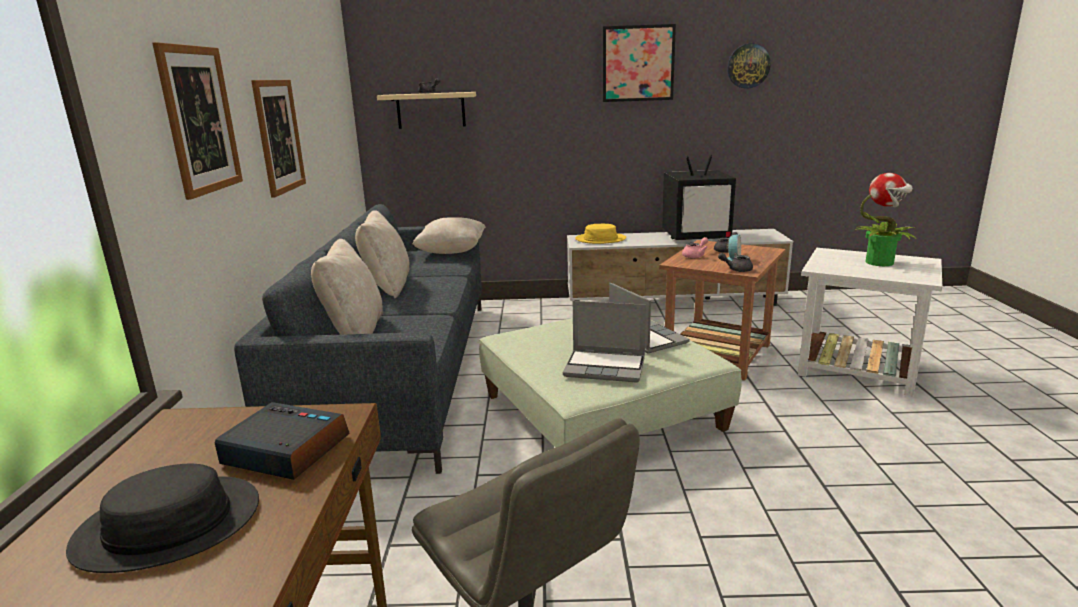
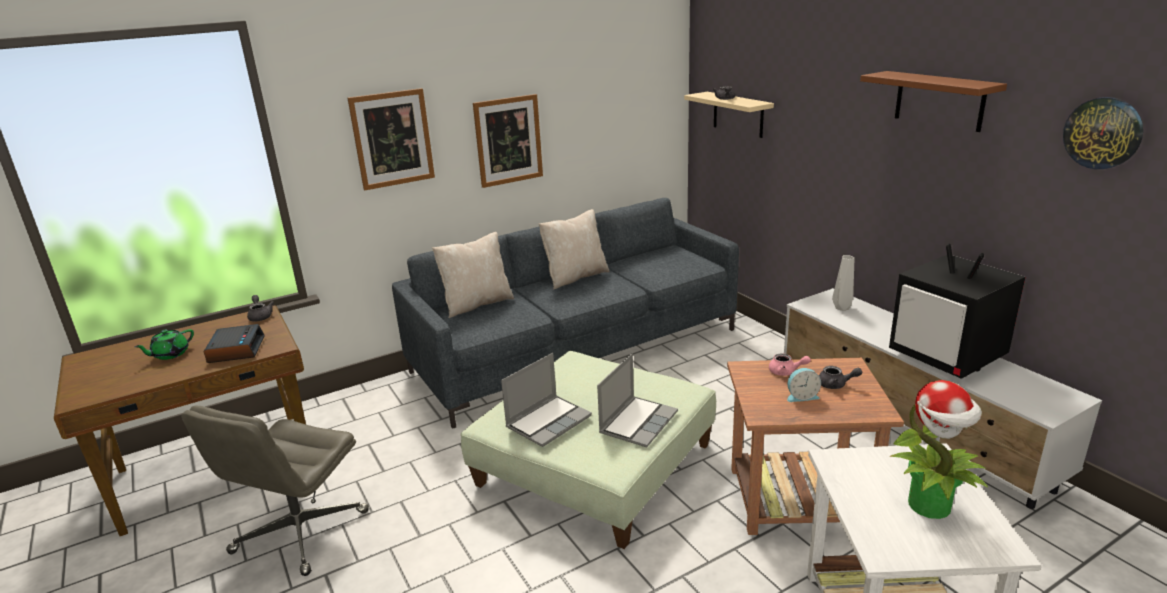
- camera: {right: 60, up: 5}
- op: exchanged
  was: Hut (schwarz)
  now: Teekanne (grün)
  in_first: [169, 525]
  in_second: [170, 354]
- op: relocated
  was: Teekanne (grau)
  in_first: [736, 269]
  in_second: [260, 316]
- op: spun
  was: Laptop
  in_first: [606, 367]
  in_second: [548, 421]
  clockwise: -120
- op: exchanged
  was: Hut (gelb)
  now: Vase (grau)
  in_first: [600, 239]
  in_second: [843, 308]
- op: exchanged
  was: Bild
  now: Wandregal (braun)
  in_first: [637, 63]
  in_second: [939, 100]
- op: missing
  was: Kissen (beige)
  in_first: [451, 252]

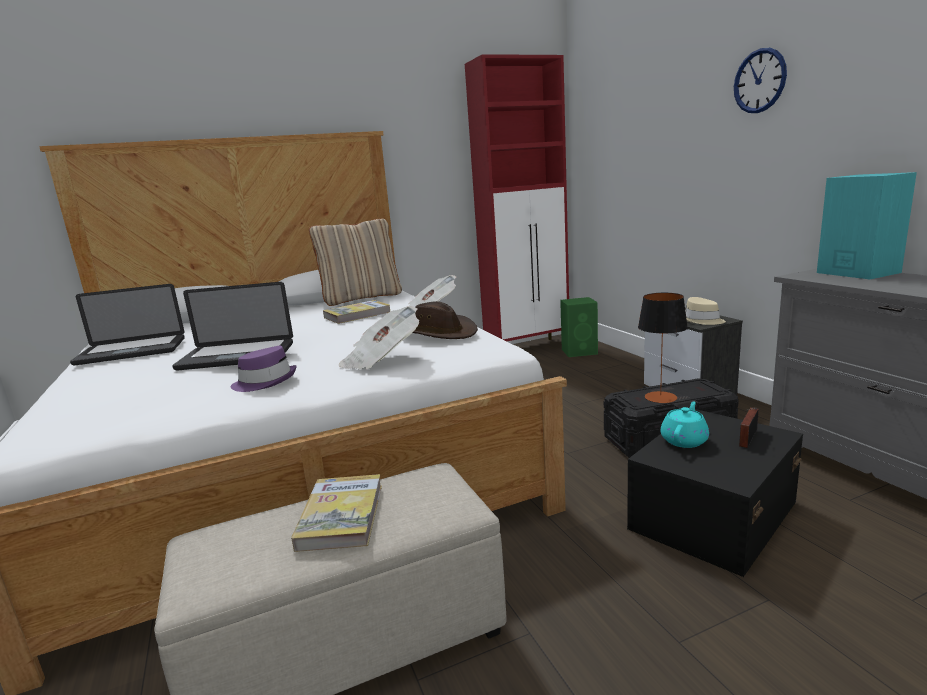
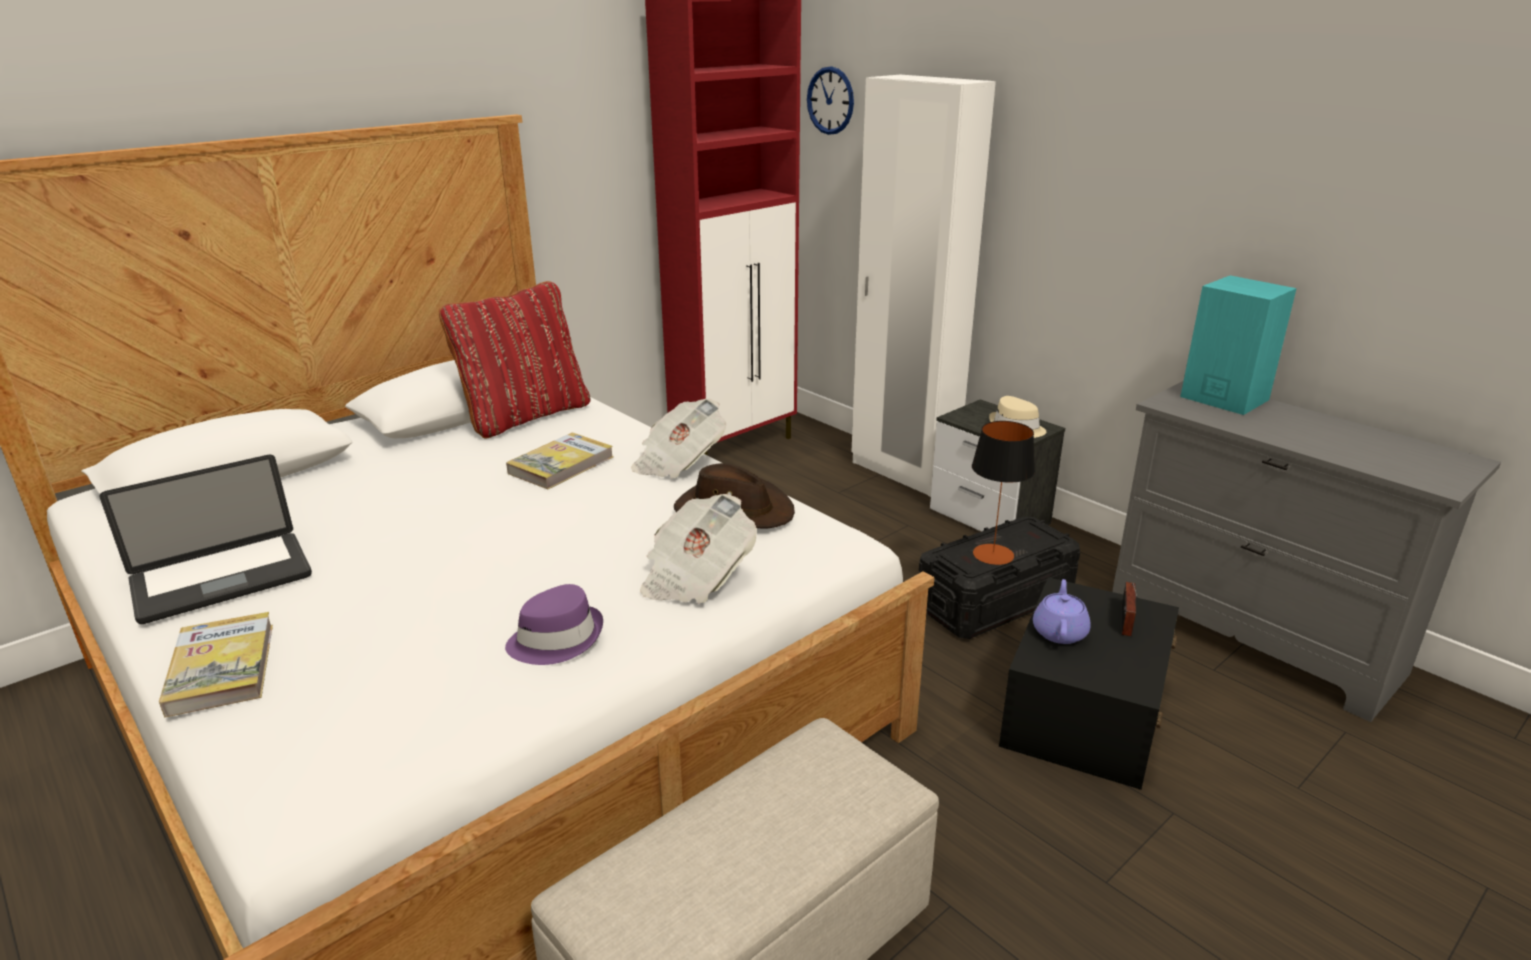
- camera: {right: -20, up: 10}
- op: relocated
  was: Buch
  in_first: [341, 516]
  in_second: [221, 668]
- op: colour
  was: Kissen (beige)
  now: Kissen (rot)
  in_first: [361, 298]
  in_second: [525, 416]
- op: relocated
  was: Wanduhr
  in_first: [759, 81]
  in_second: [830, 100]
- op: appeared
  now: Kleiderschrank (weiß)
  in_second: [902, 473]
- op: colour
  was: Teekanne (türkis)
  now: Teekanne (lila)
  in_first: [684, 440]
  in_second: [1059, 631]
- op: missing
  was: Laptop
  in_first: [237, 356]
- op: missing
  was: Lautsprecher (grün)
  in_first: [580, 351]

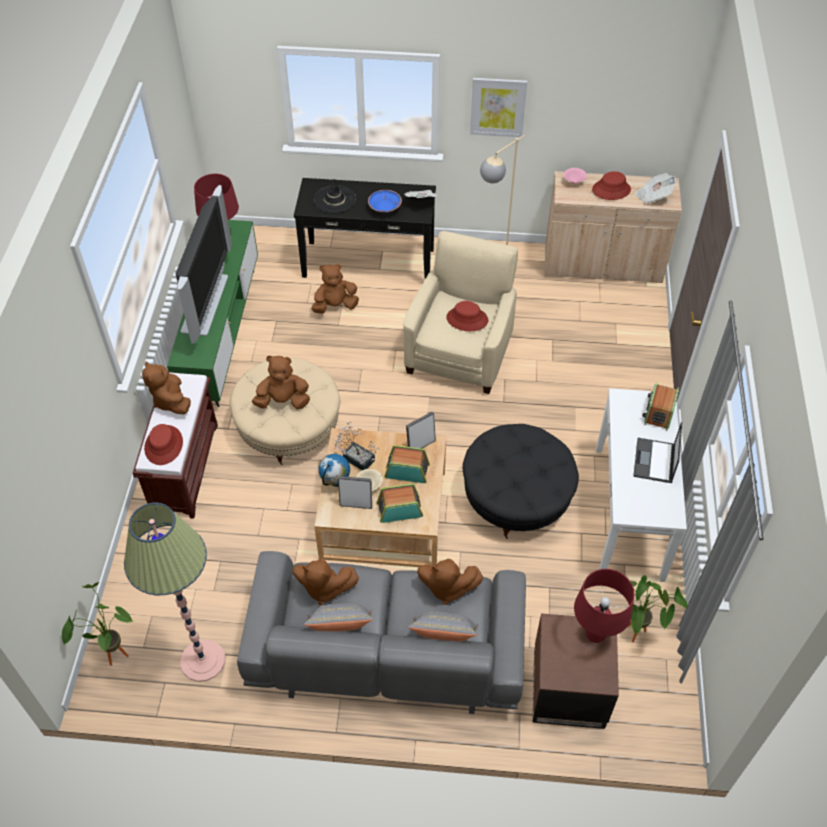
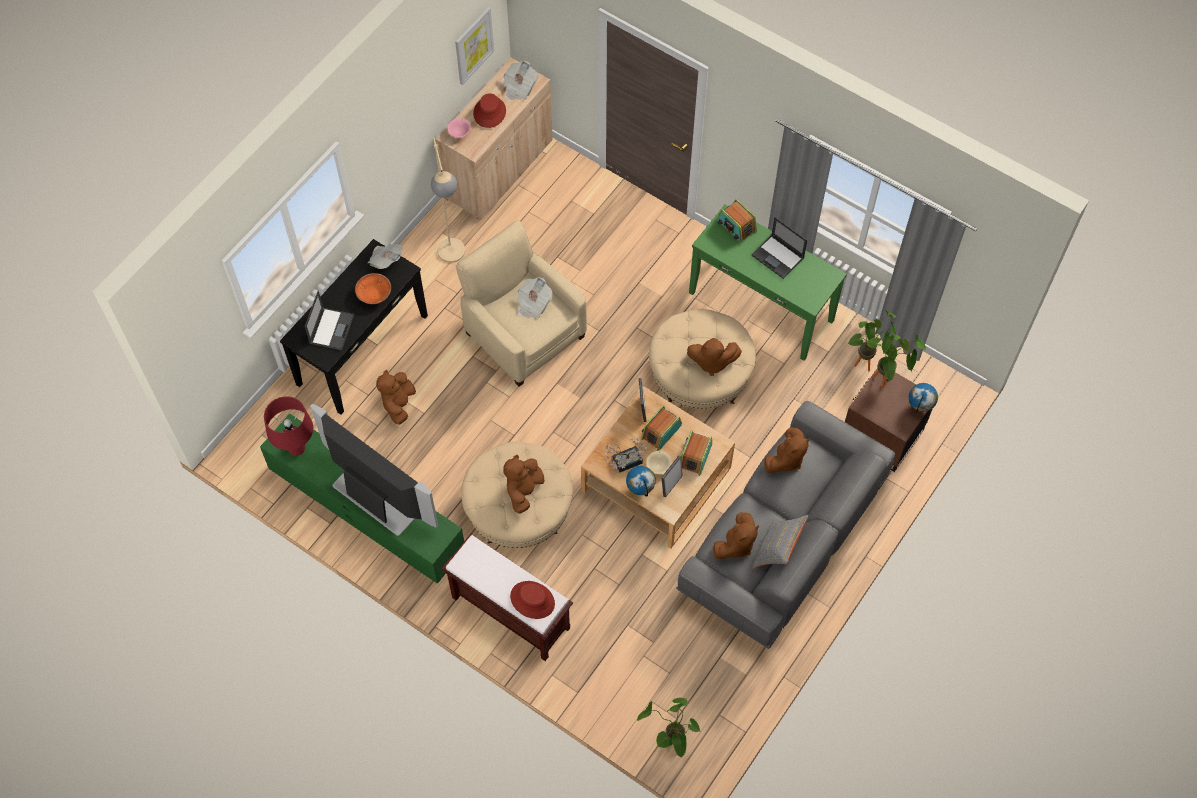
- camera: {right: -60, up: 10}
- op: exchanged
  was: Hut (schwarz)
  now: Laptop
  in_first: [334, 199]
  in_second: [331, 328]
- op: colour
  was: Schüssel (blau)
  now: Schüssel (orange)
  in_first: [385, 208]
  in_second: [374, 294]
- op: relocated
  was: Bild
  in_first: [498, 107]
  in_second: [473, 45]
- op: exchanged
  was: Hut (rot)
  now: Zeitung
  in_first: [467, 319]
  in_second: [533, 304]
- op: colour
  was: Polsterhocker (schwarz)
  now: Polsterhocker (beige)
  in_first: [516, 497]
  in_second: [700, 375]
- op: relocated
  was: Plüschtier (braun)
  in_first: [171, 401]
  in_second: [711, 362]
- op: colour
  was: Konsolentisch (weiß)
  now: Konsolentisch (grün)
  in_first: [629, 512]
  in_second: [761, 306]
- op: exchanged
  was: Tischlampe (rot)
  now: Topfpflanze
  in_first: [595, 635]
  in_second: [885, 384]
- op: appeared
  now: Globus
  in_second: [919, 407]
- op: missing
  was: Stehlampe
  in_first: [203, 660]
- op: missing
  was: Kissen (grau)
  in_first: [443, 637]

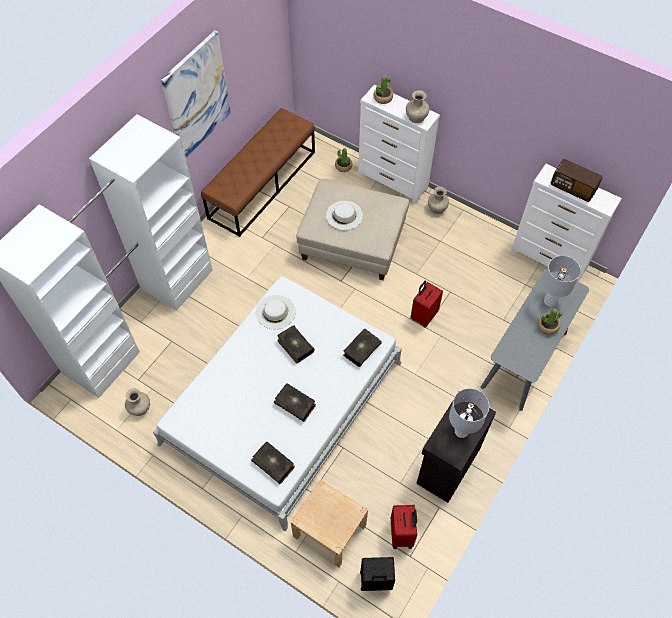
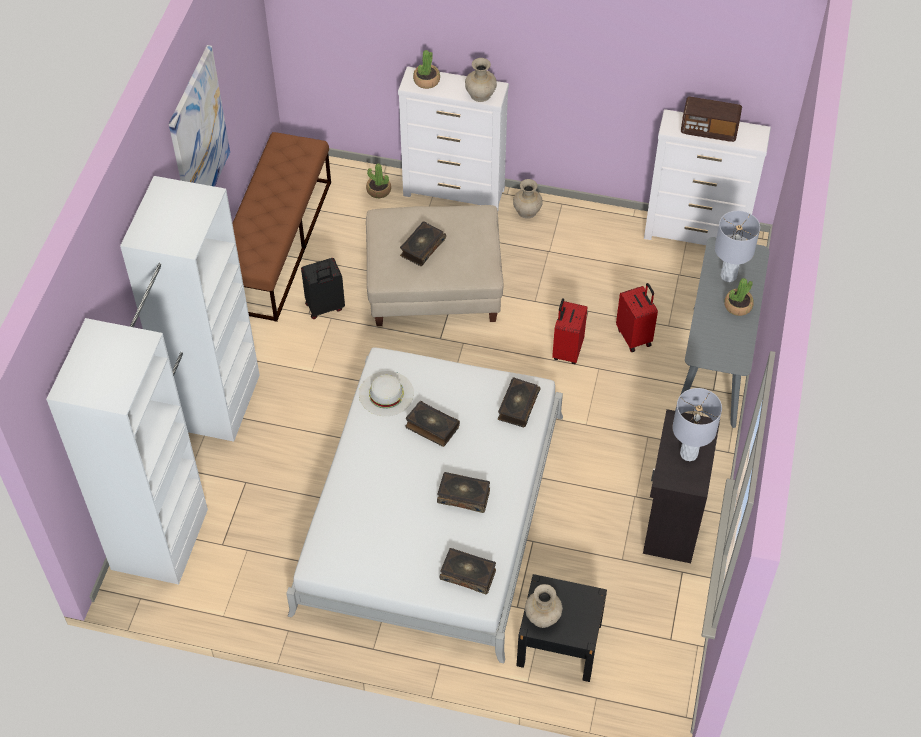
- camera: {right: -20, up: -5}
- op: relocated
  was: Koffer (schwarz)
  in_first: [375, 581]
  in_second: [325, 307]
- op: exchanged
  was: Hut (weiß)
  now: Buch
  in_first: [344, 215]
  in_second: [422, 248]
- op: colour
  was: Nachttisch (beige)
  now: Nachttisch (schwarz)
  in_first: [329, 530]
  in_second: [559, 643]
- op: relocated
  was: Vase (beige)
  in_first: [139, 408]
  in_second: [542, 617]
- op: relocated
  was: Koffer (rot)
  in_first: [402, 534]
  in_second: [634, 337]

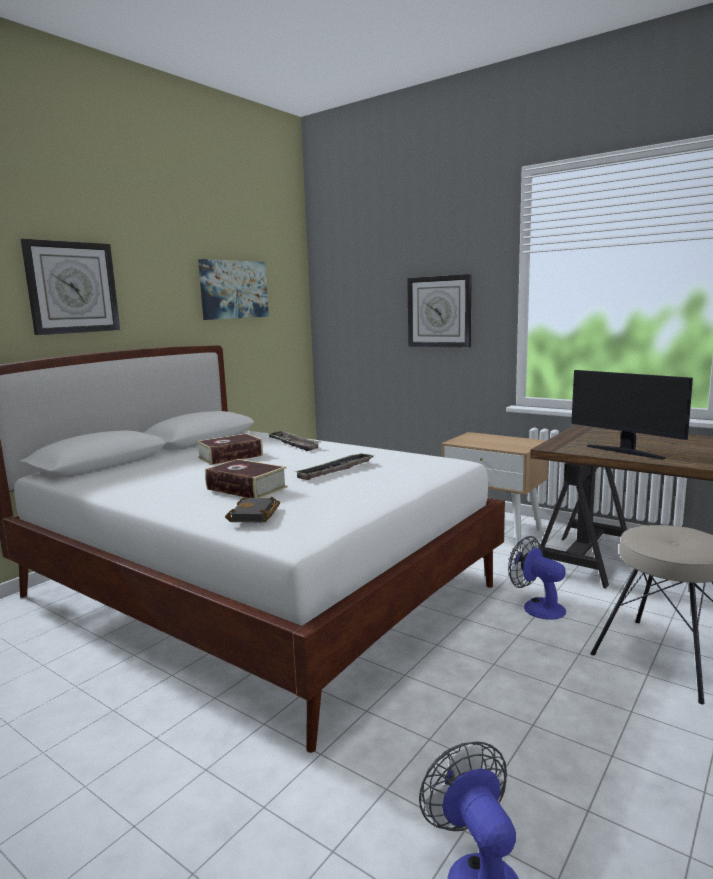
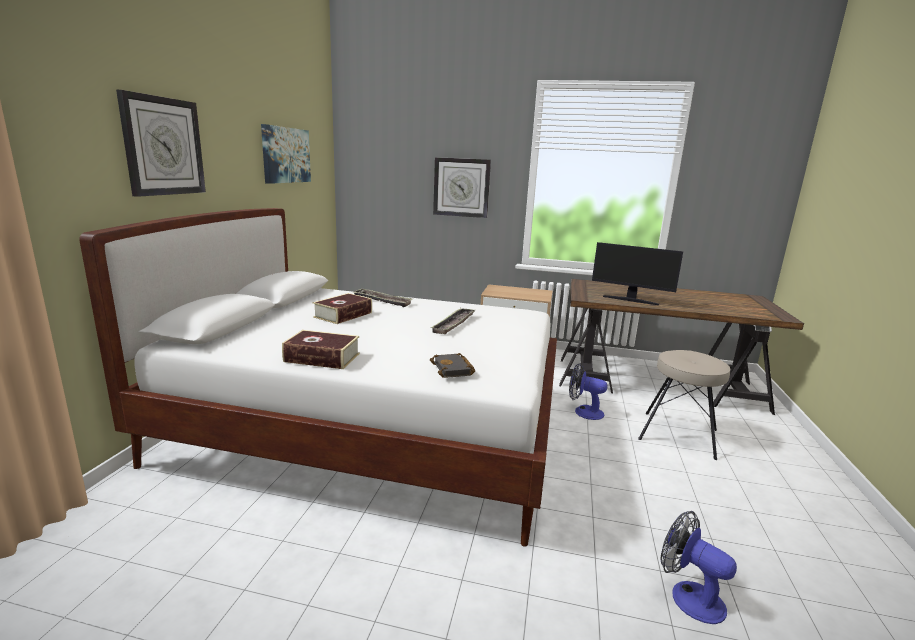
- camera: {right: -25, up: 5}
- op: relocated
  was: Buch
  in_first: [247, 488]
  in_second: [322, 358]

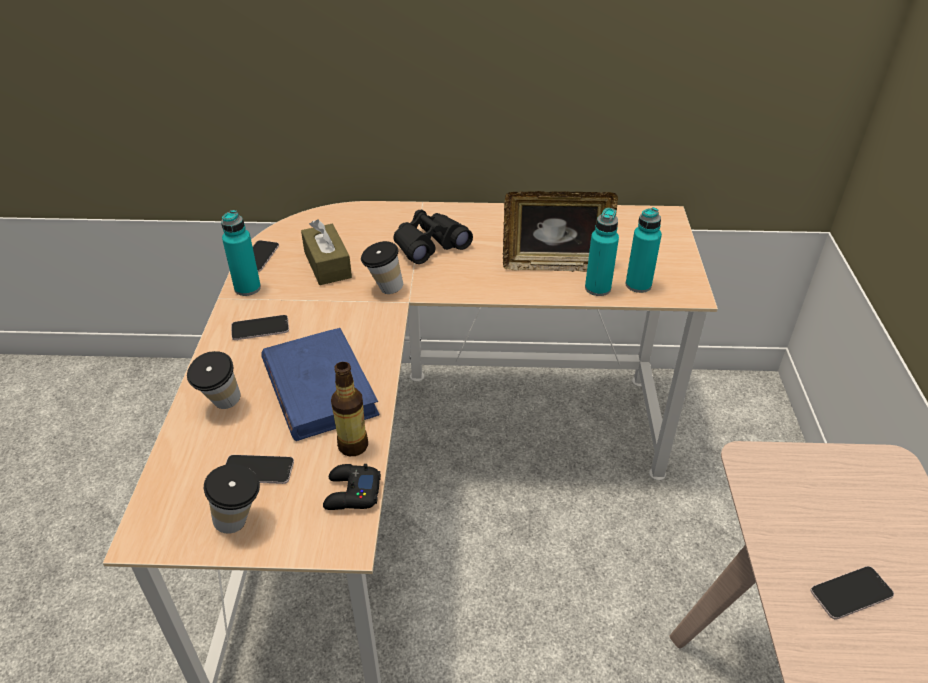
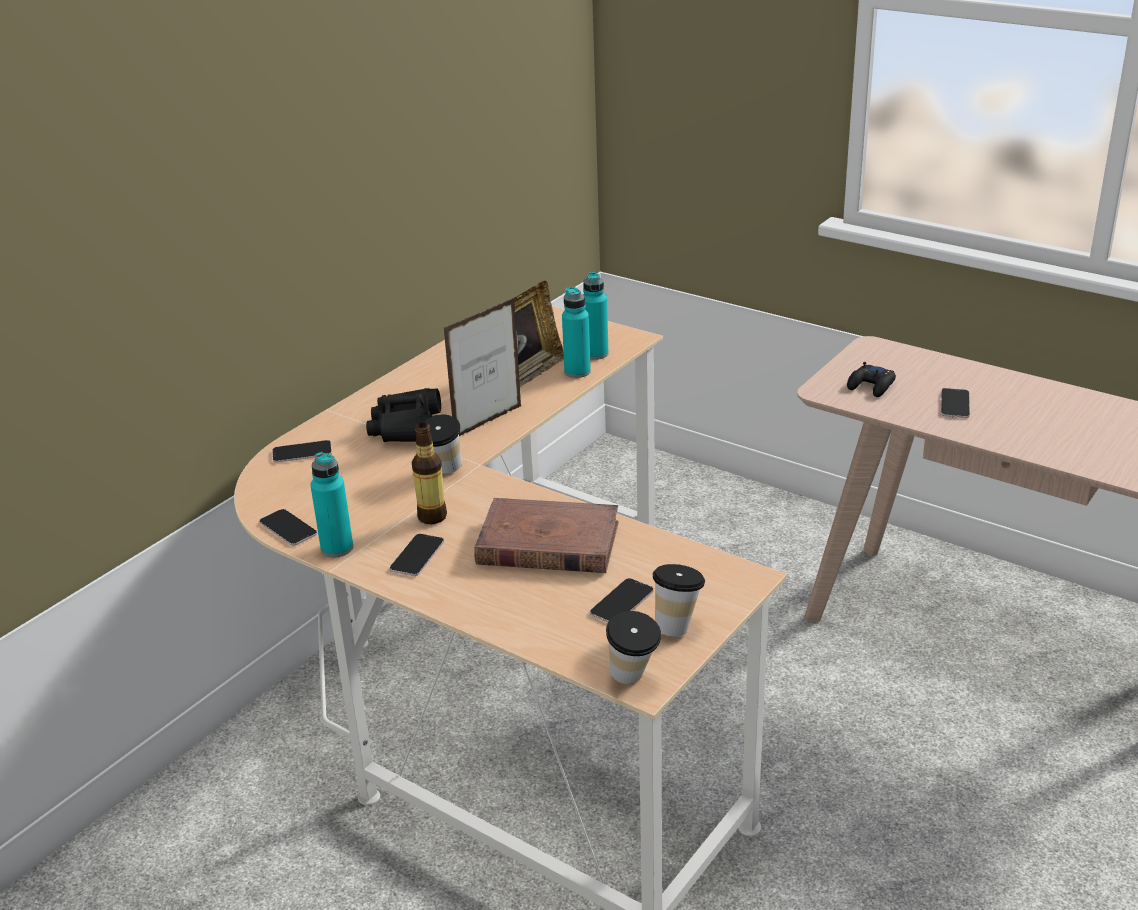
- camera: {right: -55, up: -10}
- op: appeared
  now: Handy
  in_second: [302, 452]
- op: relocated
  was: Flasche
  in_first: [353, 445]
  in_second: [432, 517]
- op: appeared
  now: Bilderrahmen
  in_second: [488, 422]
- op: colour
  was: Buch (blau)
  now: Buch (braun)
  in_first: [319, 387]
  in_second: [547, 543]
- op: relocated
  was: Tasse
  in_first: [221, 406]
  in_second: [633, 680]
- op: relocated
  was: Gamepad (schwarz)
  in_first: [351, 493]
  in_second: [871, 386]
- op: missing
  was: Taschentuchbox (braun)
  in_first: [327, 265]

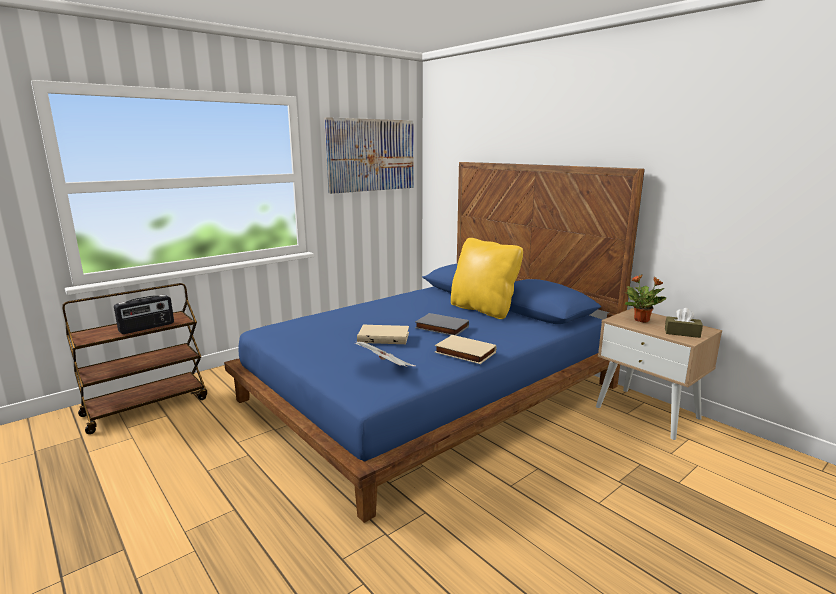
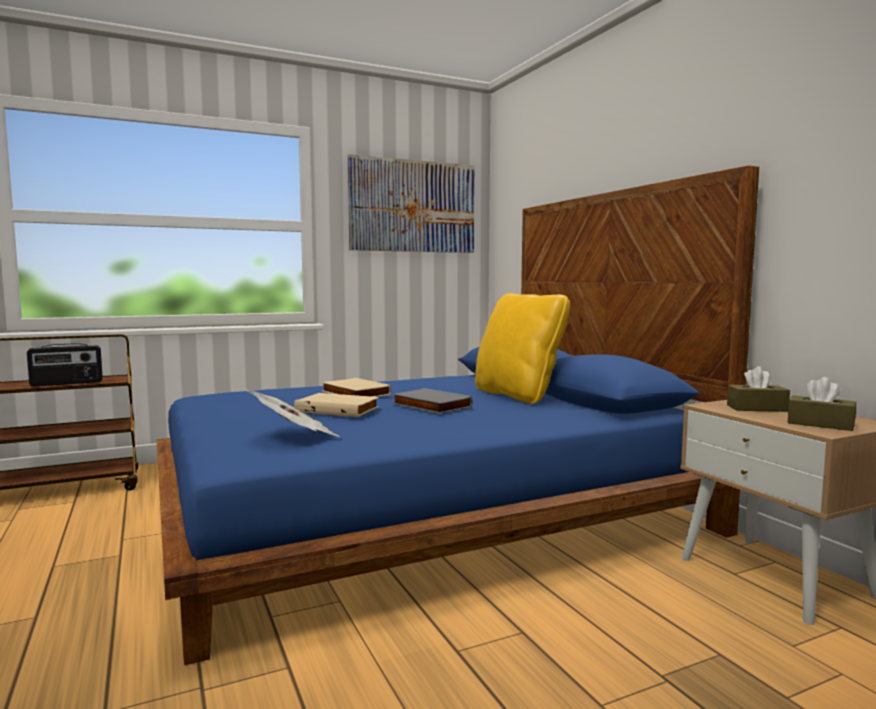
- camera: {right: 15, up: -10}
- op: relocated
  was: Buch (beige)
  in_first: [464, 353]
  in_second: [354, 393]
- op: exchanged
  was: Topfpflanze
  now: Taschentuchbox (braun)
  in_first: [642, 320]
  in_second: [757, 408]

